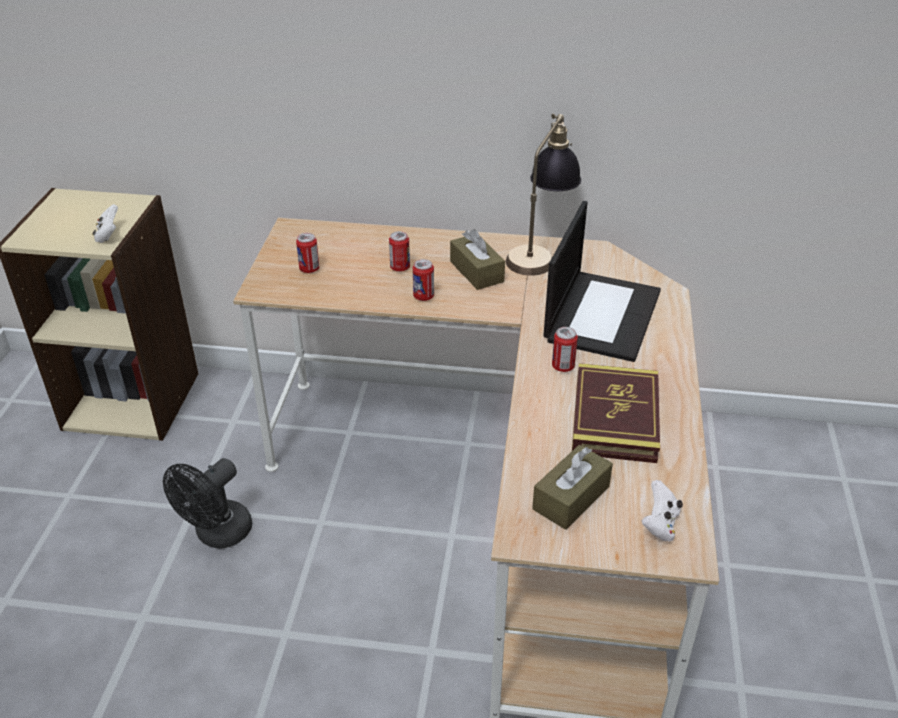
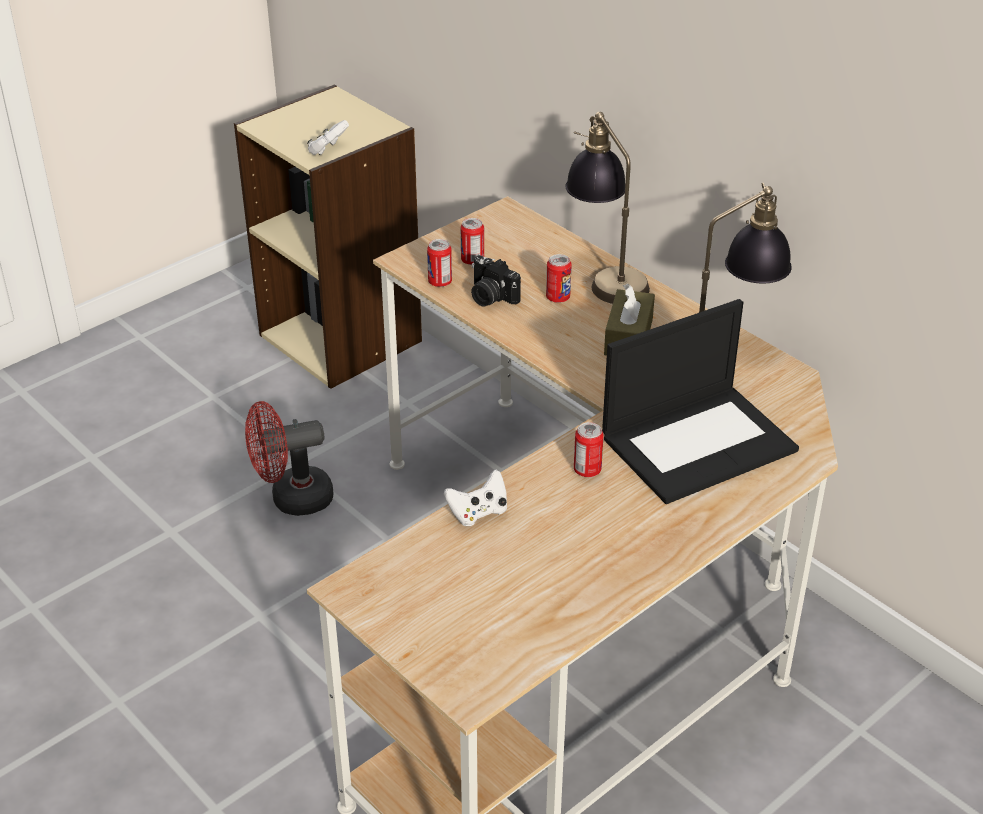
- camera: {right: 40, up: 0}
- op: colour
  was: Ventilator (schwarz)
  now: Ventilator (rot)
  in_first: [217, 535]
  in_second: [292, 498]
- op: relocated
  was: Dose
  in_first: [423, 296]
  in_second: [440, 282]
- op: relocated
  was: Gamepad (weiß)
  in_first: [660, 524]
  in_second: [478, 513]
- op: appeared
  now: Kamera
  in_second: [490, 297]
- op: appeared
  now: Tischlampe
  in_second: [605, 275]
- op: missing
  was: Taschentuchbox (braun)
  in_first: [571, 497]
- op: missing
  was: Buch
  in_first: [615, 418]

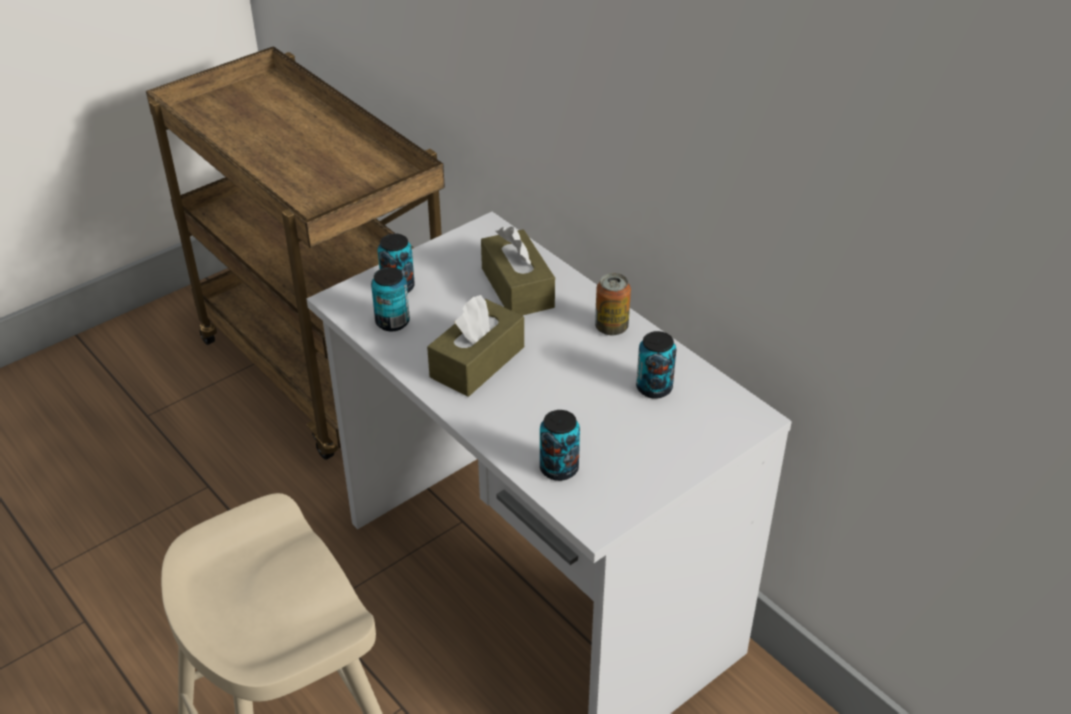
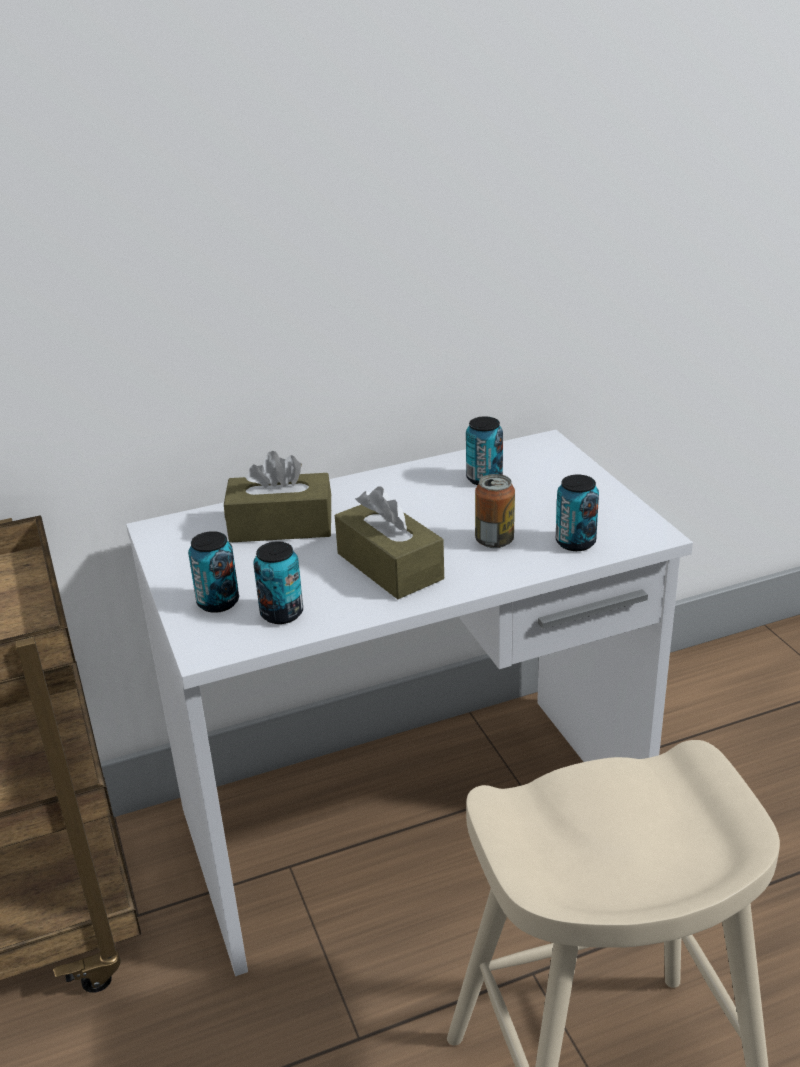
- camera: {right: -70, up: -10}
- op: relocated
  was: Dose
  in_first: [611, 327]
  in_second: [494, 541]

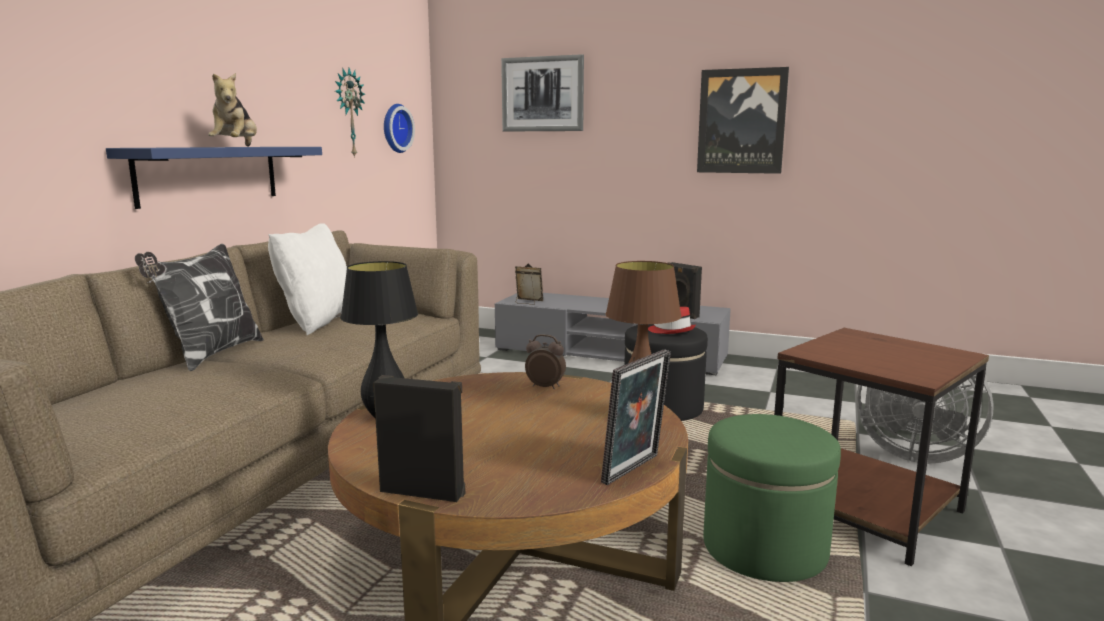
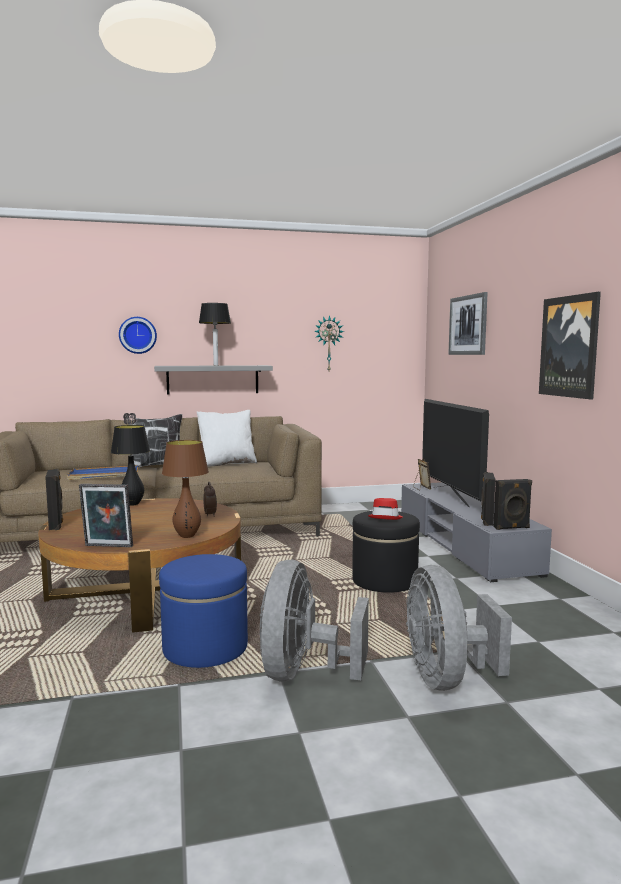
- camera: {right: 55, up: -5}
- op: appeared
  now: Tablett (blau)
  in_second: [103, 475]
- op: relocated
  was: Wanduhr
  in_first: [395, 128]
  in_second: [138, 335]
- op: colour
  was: Wandregal (blau)
  now: Wandregal (grau)
  in_first: [209, 174]
  in_second: [213, 379]
- op: colour
  was: Polsterhocker (grün)
  now: Polsterhocker (blau)
  in_first: [764, 548]
  in_second: [205, 647]
- op: exchanged
  was: Plüschtier
  now: Tischlampe
  in_first: [236, 146]
  in_second: [216, 365]
- op: exchanged
  was: Beistelltisch (braun)
  now: Ventilator (grau)
  in_first: [868, 509]
  in_second: [303, 672]
- op: appeared
  now: Fernseher
  in_second: [450, 496]
- op: appeared
  now: Lautsprecher (schwarz)
  in_second: [512, 528]

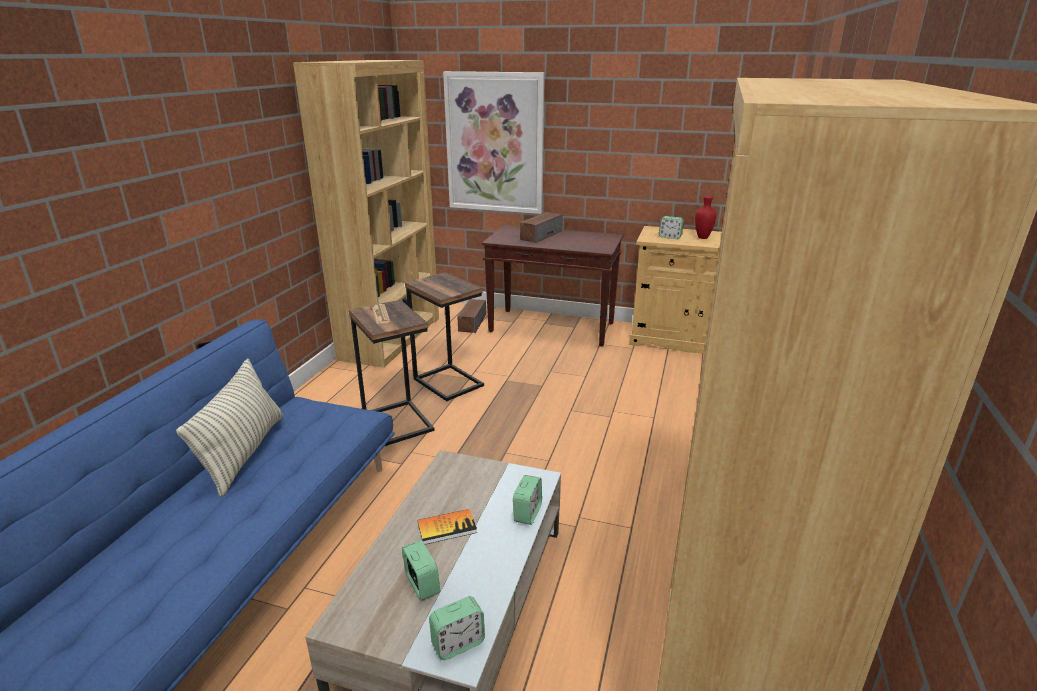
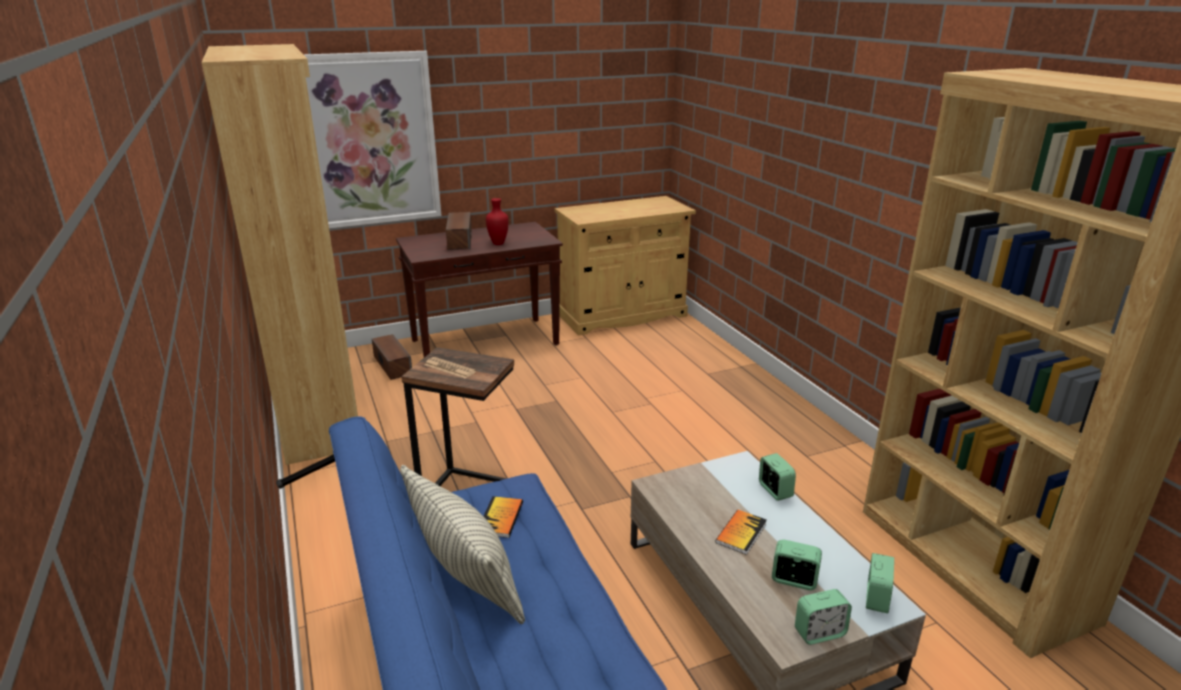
- camera: {right: -40, up: 0}
- op: appeared
  now: Buch
  in_second: [500, 518]
- op: relocated
  was: Vase (rot)
  in_first: [703, 238]
  in_second: [499, 243]
- op: relocated
  was: Wecker
  in_first: [670, 237]
  in_second: [819, 632]
- op: missing
  was: Beistelltisch
  in_first: [449, 382]

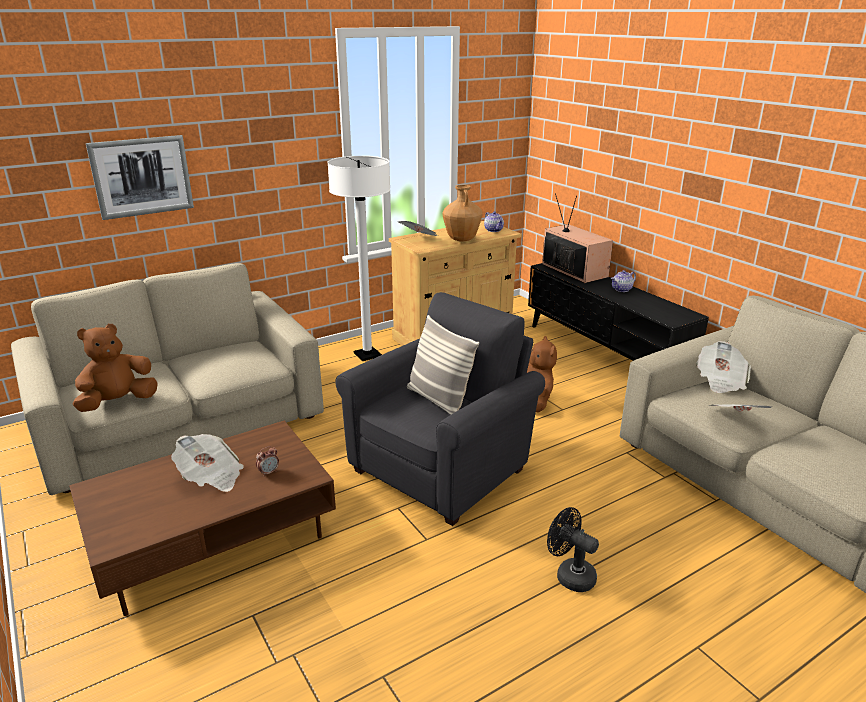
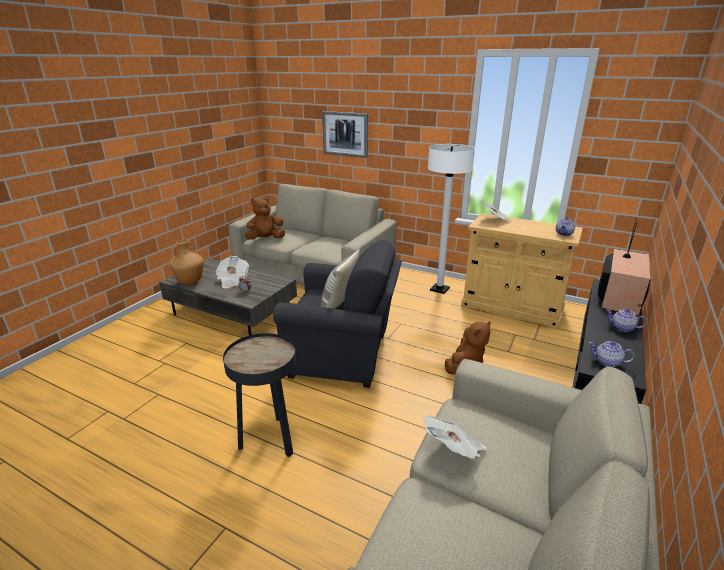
- camera: {right: 60, up: 0}
- op: colour
  was: Couchtisch (braun)
  now: Couchtisch (grau)
  in_first: [213, 536]
  in_second: [233, 312]
- op: relocated
  was: Vase (braun)
  in_first: [461, 239]
  in_second: [190, 282]
- op: exchanged
  was: Ventilator (schwarz)
  now: Beistelltisch (schwarz)
  in_first: [570, 575]
  in_second: [269, 441]
- op: spun
  was: Plüschtier (braun)
  in_first: [118, 402]
  in_second: [265, 239]
  clockwise: -45
- op: appeared
  now: Teekanne
  in_second: [607, 362]
- op: missing
  was: Zeitung
  in_first: [720, 381]

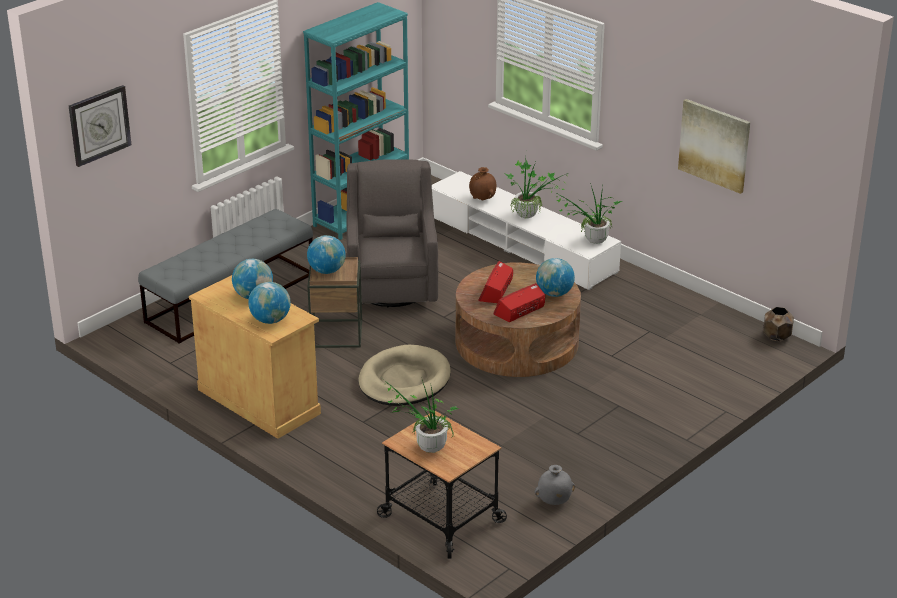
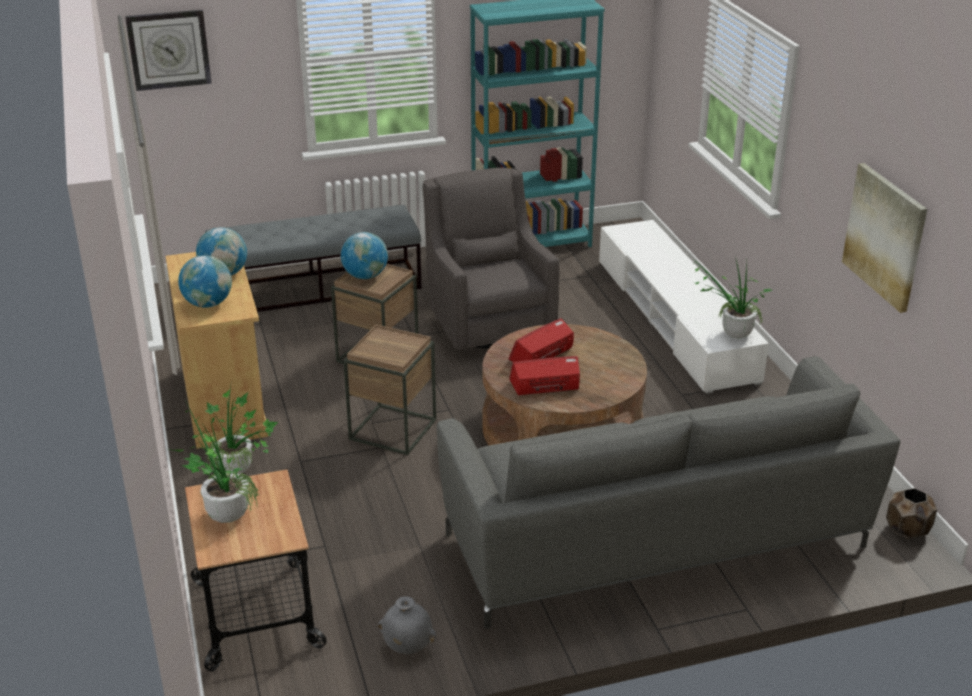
- camera: {right: 30, up: 0}
- op: relocated
  was: Topfpflanze
  in_first: [531, 215]
  in_second: [241, 472]
- op: exchanged
  was: Hundebett (beige)
  now: Beistelltisch (braun)
  in_first: [404, 380]
  in_second: [392, 429]
- op: spun
  was: Sessel (grau)
  in_first: [392, 286]
  in_second: [488, 323]
  clockwise: -45
- op: appeared
  now: Sofa (grau)
  in_second: [655, 543]
- op: missing
  was: Vase (braun)
  in_first: [482, 199]
- op: missing
  was: Globus
  in_first: [554, 293]

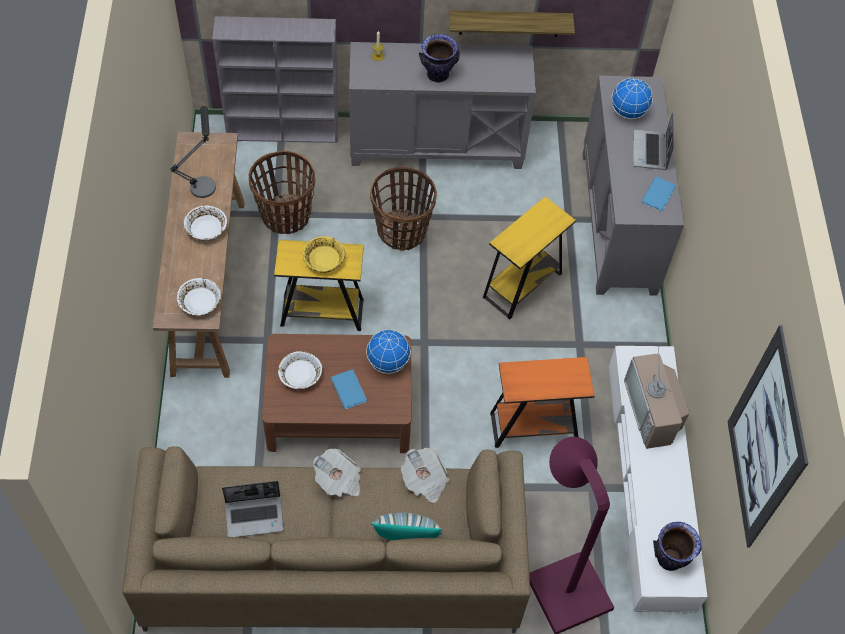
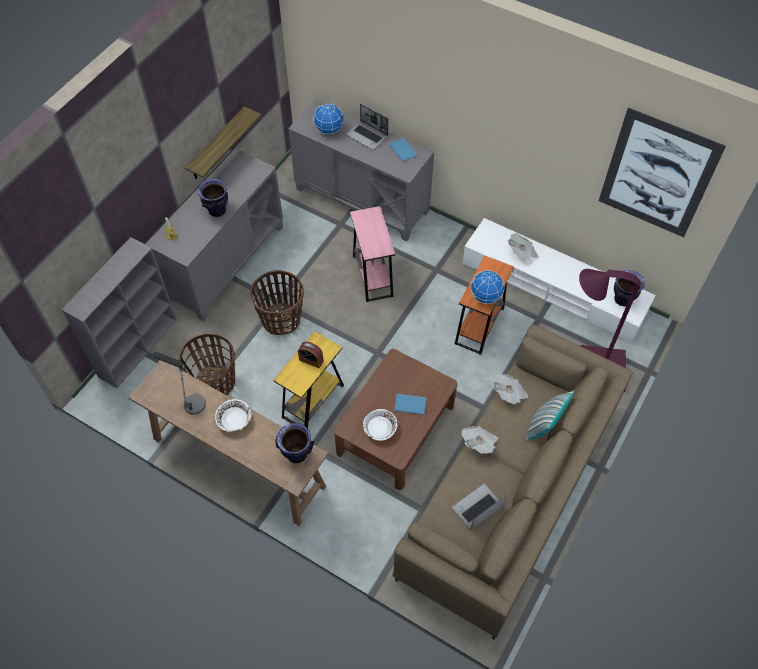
- camera: {right: -55, up: 0}
- op: exchanged
  was: Schüssel (weiß)
  now: Vase
  in_first: [200, 302]
  in_second: [297, 454]
- op: exchanged
  was: Schüssel (gelb)
  now: Wecker
  in_first: [324, 260]
  in_second: [311, 360]
- op: colour
  was: Beistelltisch (gelb)
  now: Beistelltisch (rosa)
  in_first: [522, 285]
  in_second: [372, 275]
- op: spun
  was: Laptop
  in_first: [255, 516]
  in_second: [477, 508]
  clockwise: -150
- op: relocated
  was: Globus
  in_first: [387, 362]
  in_second: [485, 296]
- op: exchanged
  was: Fernseher
  now: Zeitung
  in_first: [653, 412]
  in_second: [522, 253]

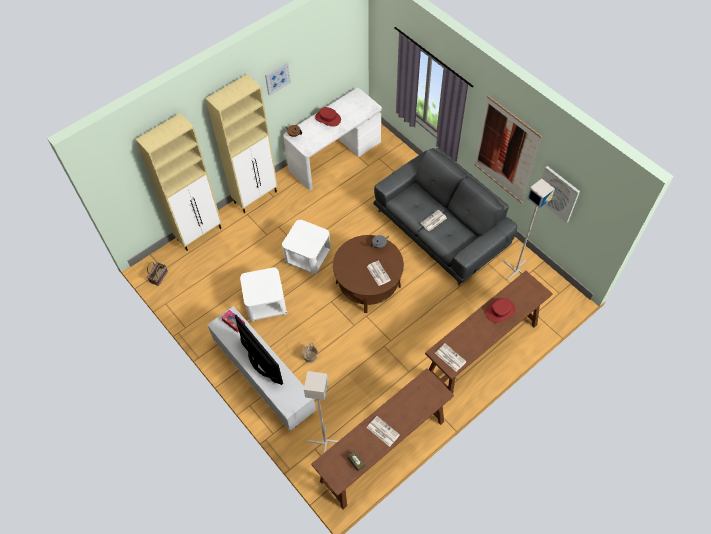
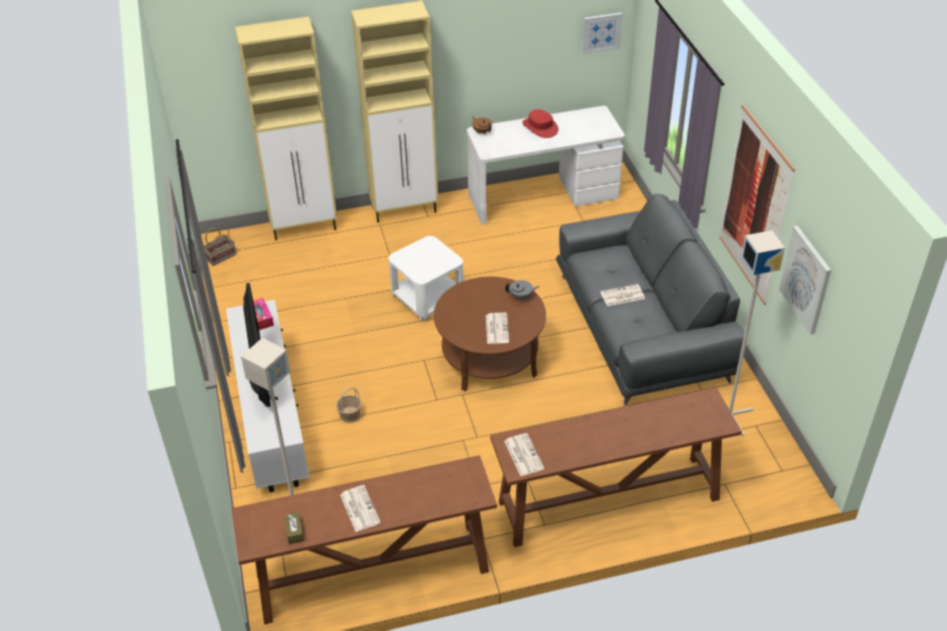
- camera: {right: 25, up: -15}
- op: relocated
  was: Bild
  in_first: [277, 78]
  in_second: [601, 32]
- op: missing
  was: Beistelltisch (weiß)
  in_first: [265, 303]
- op: missing
  was: Hut (rot)
  in_first: [500, 311]

